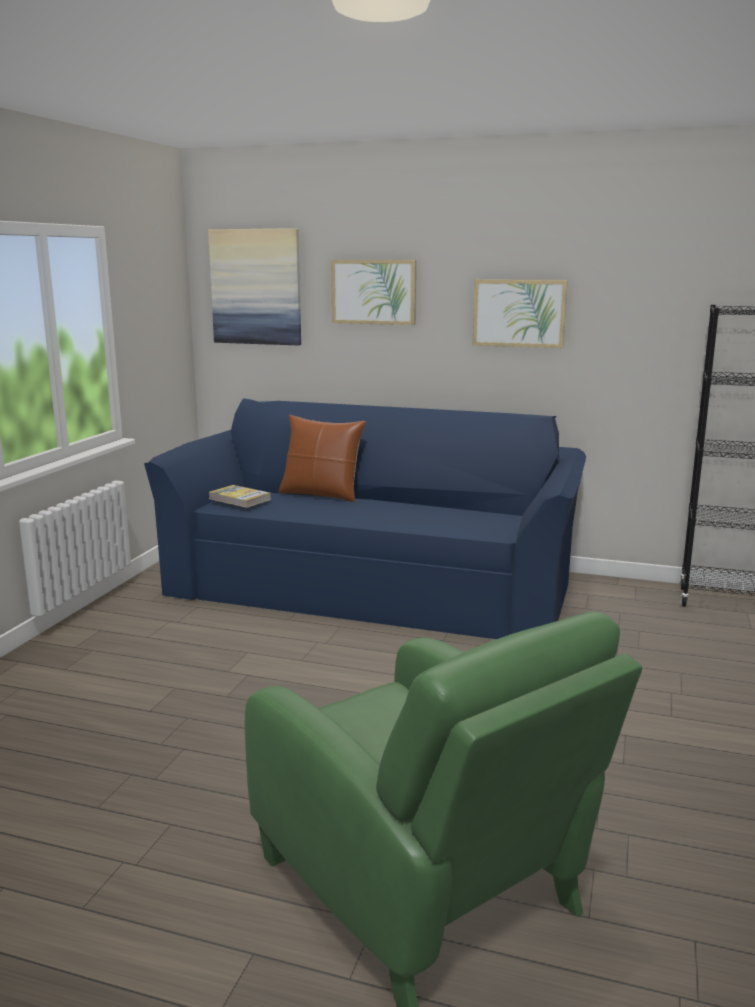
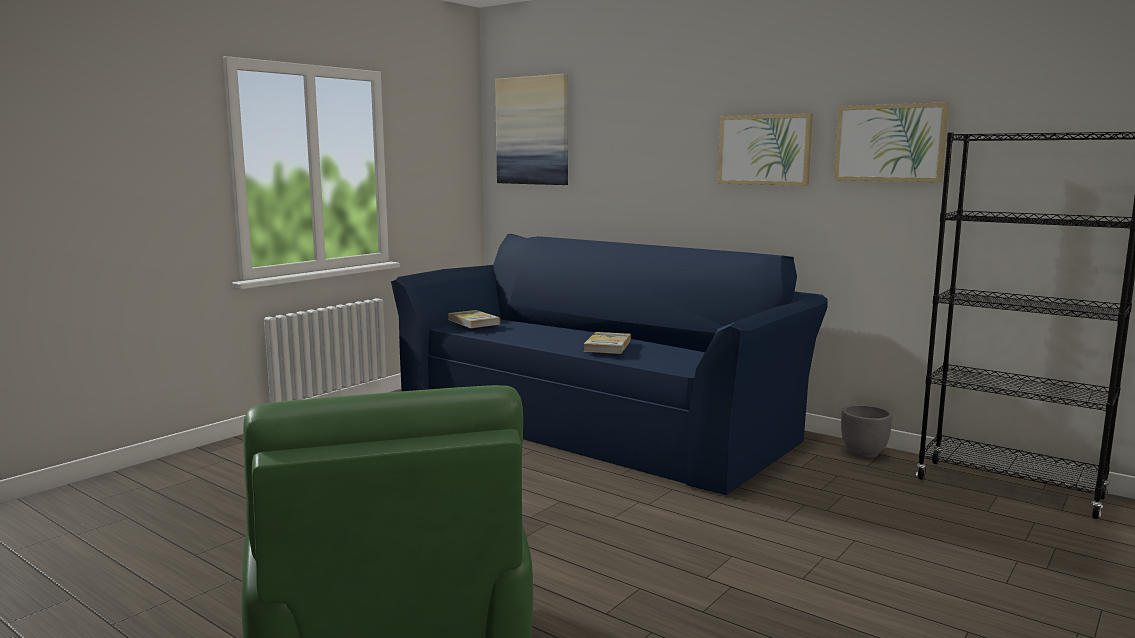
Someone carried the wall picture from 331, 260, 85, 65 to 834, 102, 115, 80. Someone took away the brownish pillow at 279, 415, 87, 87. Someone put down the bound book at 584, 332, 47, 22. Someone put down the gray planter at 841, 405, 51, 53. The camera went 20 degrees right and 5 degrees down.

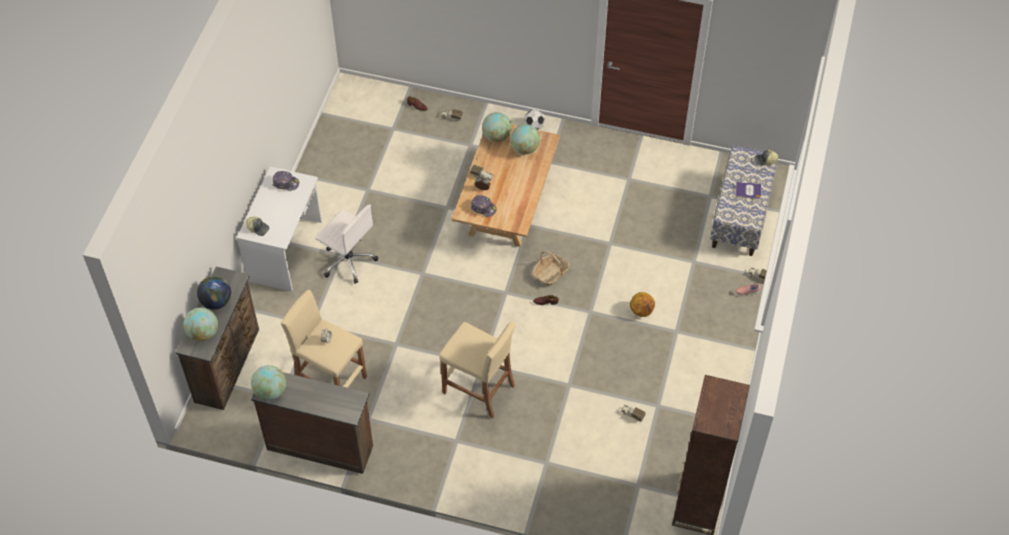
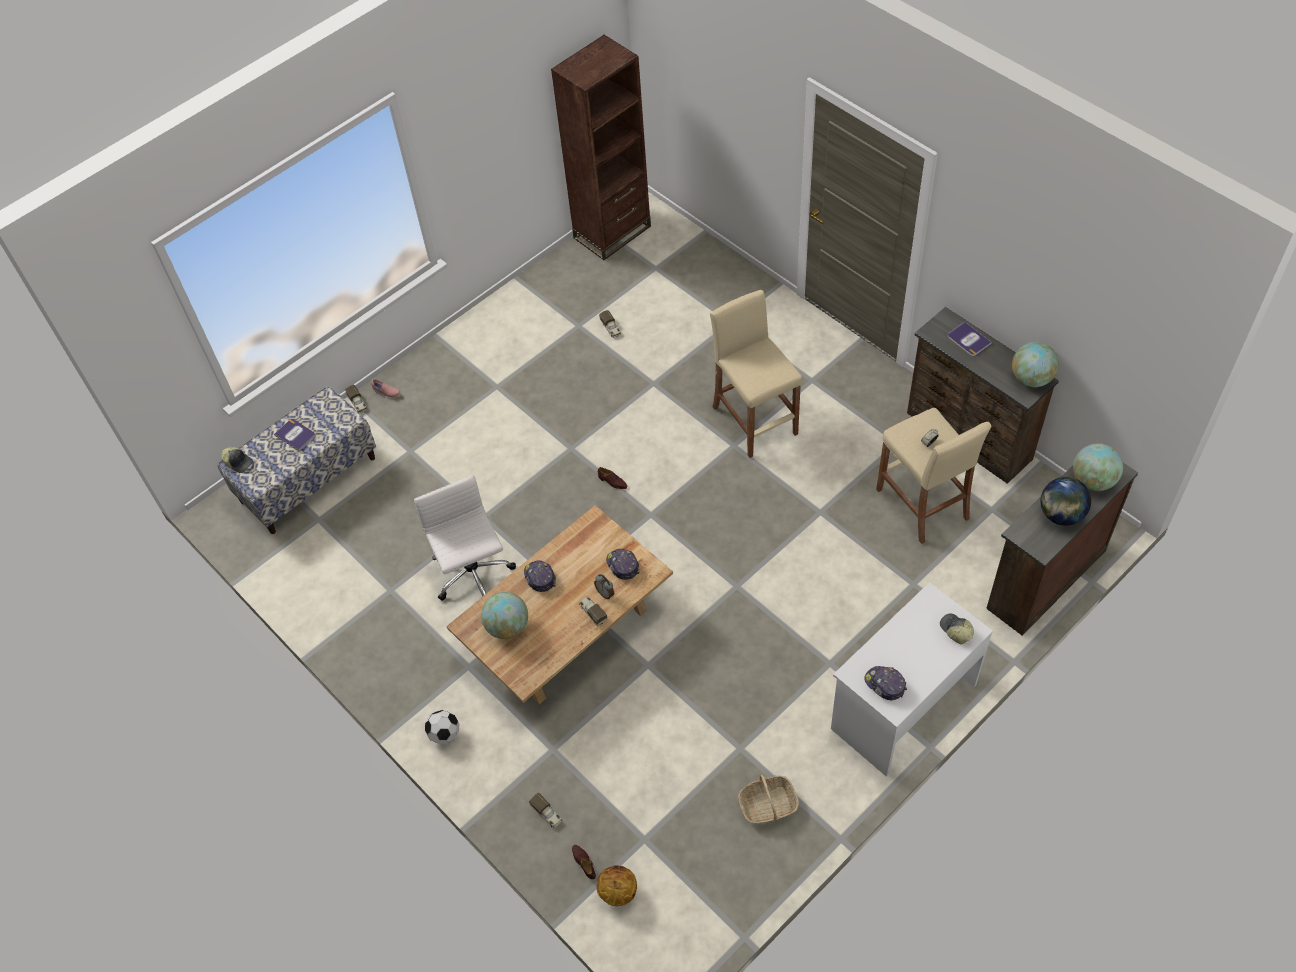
Someone took away the globe at 482, 112, 30, 30. Someone carried the whitish computer chair from 315, 205, 63, 79 to 414, 475, 102, 126. Someone carried the storage basket from 533, 251, 37, 36 to 738, 774, 61, 50. Someone carried the basketball ball from 630, 292, 25, 25 to 596, 865, 41, 41. Someone put down the bound book at 948, 322, 43, 34. Someone put down the baseball cap at 524, 560, 32, 32. The camera went 145 degrees left and 0 degrees up.

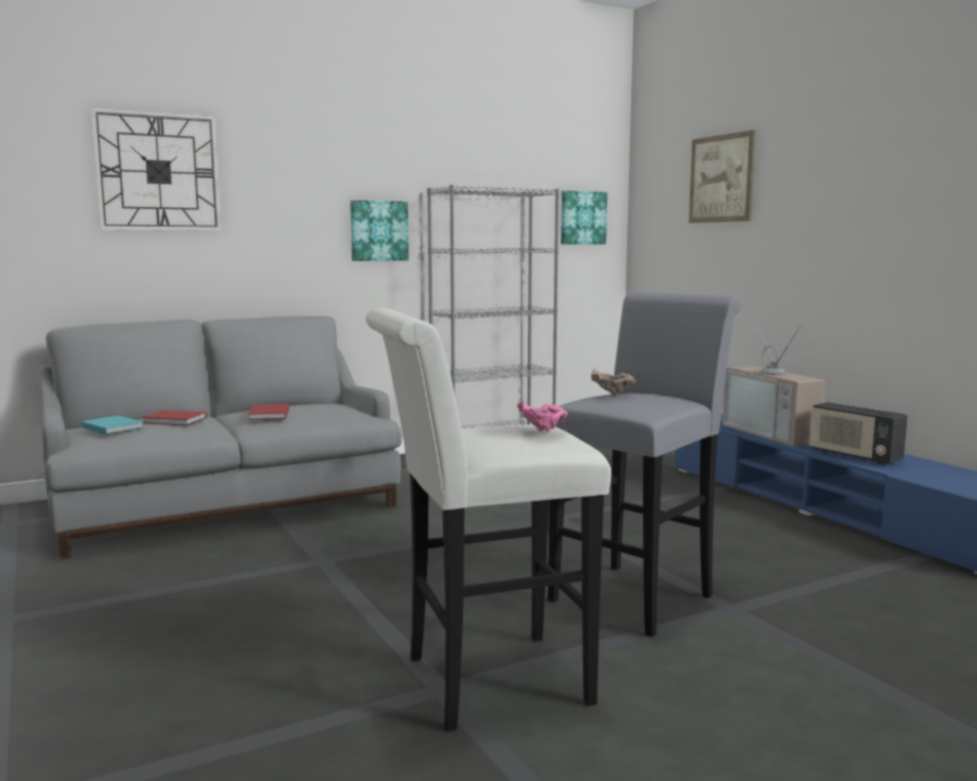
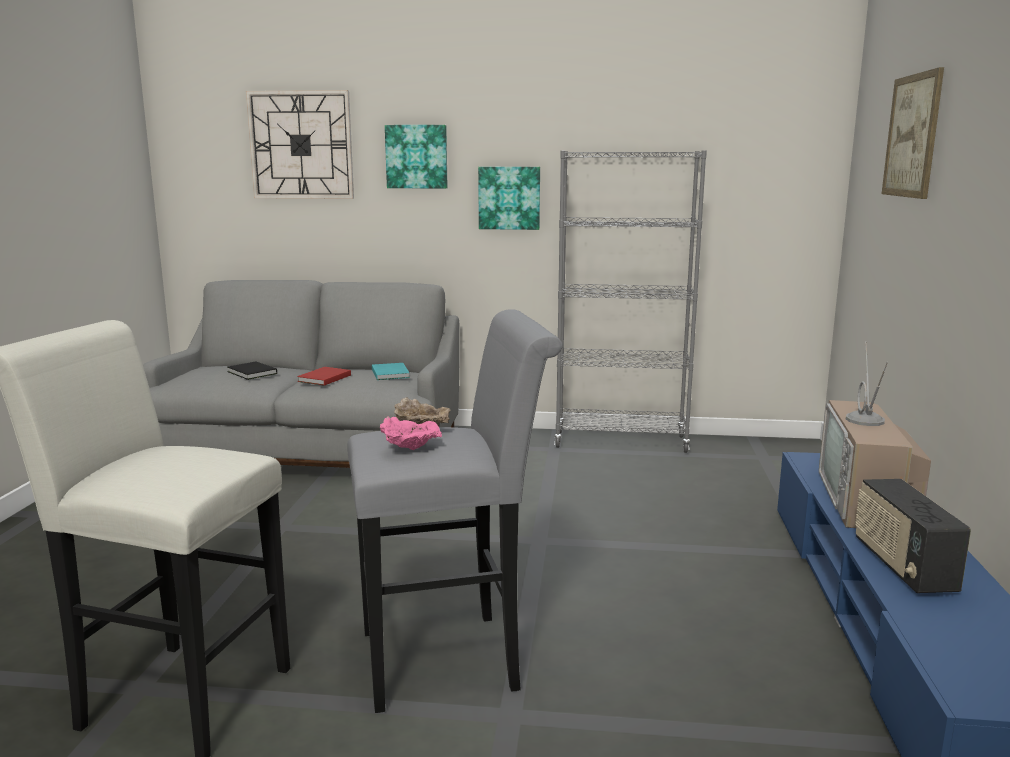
Someone carried the wall picture from 561, 191, 46, 53 to 385, 125, 63, 64. Someone carried the pink deep dish from 517, 401, 51, 31 to 380, 416, 62, 34. Someone repainted the red-coloured bound book at 142, 410, 65, 15, which became the black-coloured bound book at 227, 361, 50, 19. Someone carried the blue-green bound book from 82, 415, 62, 20 to 372, 363, 38, 17. The camera went 35 degrees right and 5 degrees up.

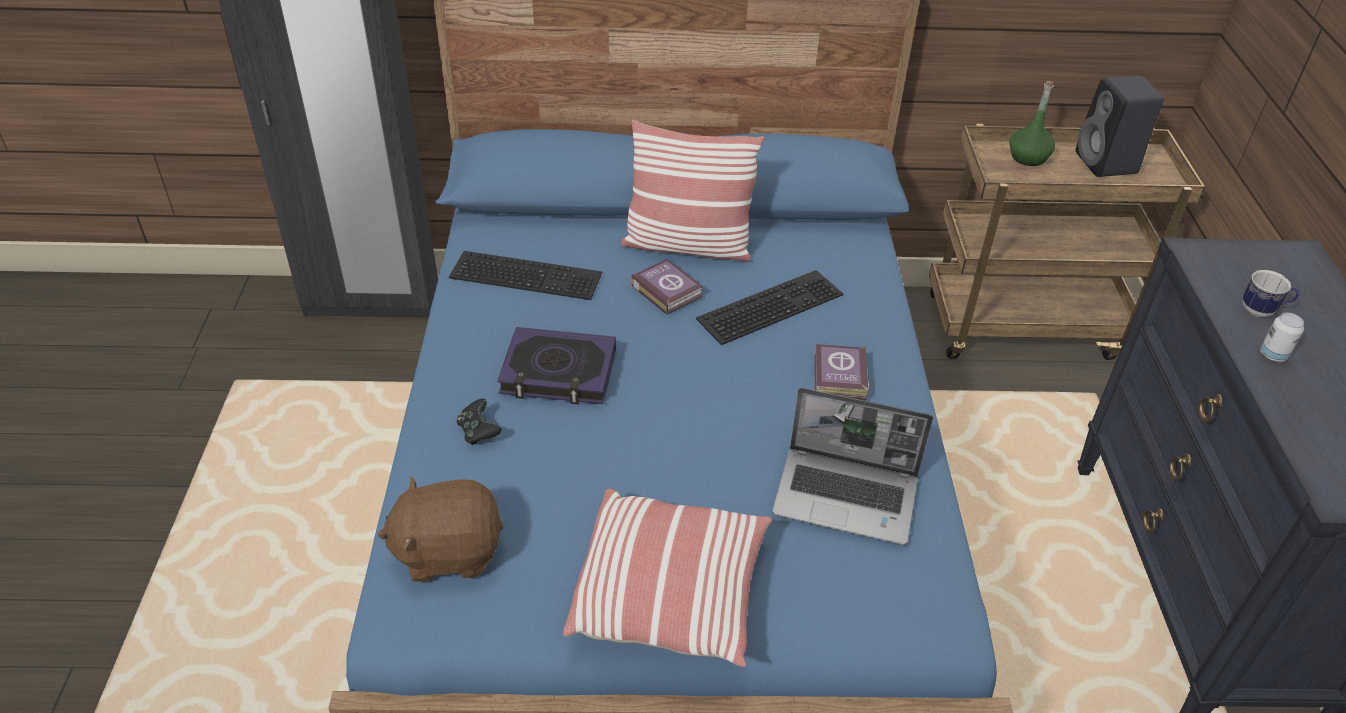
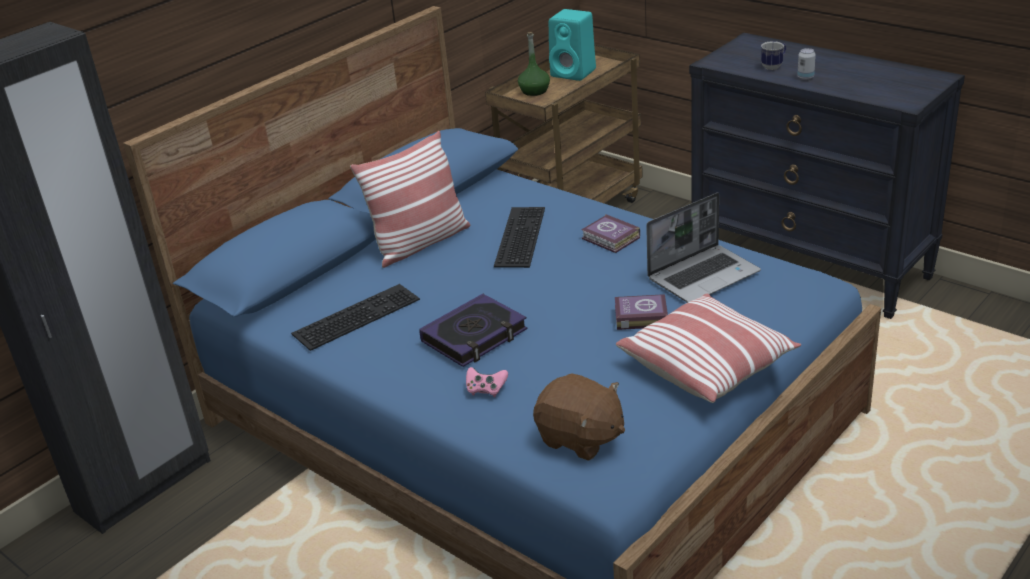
Someone repainted the black-coloured loudspeaker at 1076, 76, 88, 101, which became the blue-green loudspeaker at 549, 9, 47, 72. Someone carried the bound book from 631, 259, 72, 56 to 615, 294, 53, 36. Someone repainted the black-coloured gamepad at 457, 398, 45, 47, which became the pink gamepad at 466, 367, 42, 30. Someone rotated the brownish cuddly toy at 378, 476, 126, 106 by 90 degrees counterclockwise. The camera went 45 degrees left and 10 degrees down.

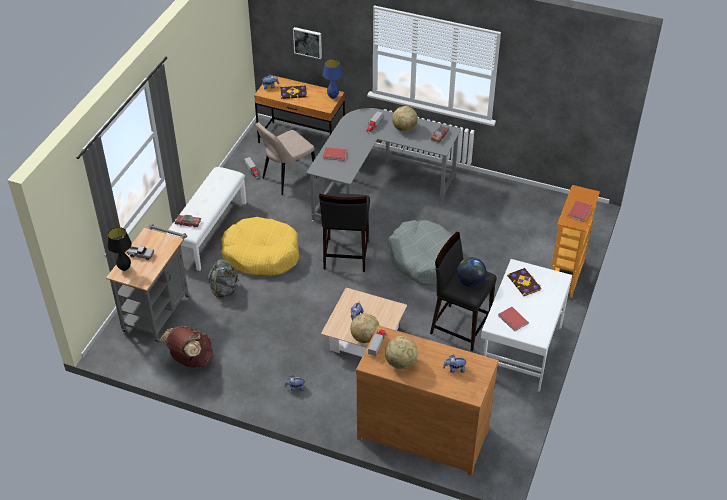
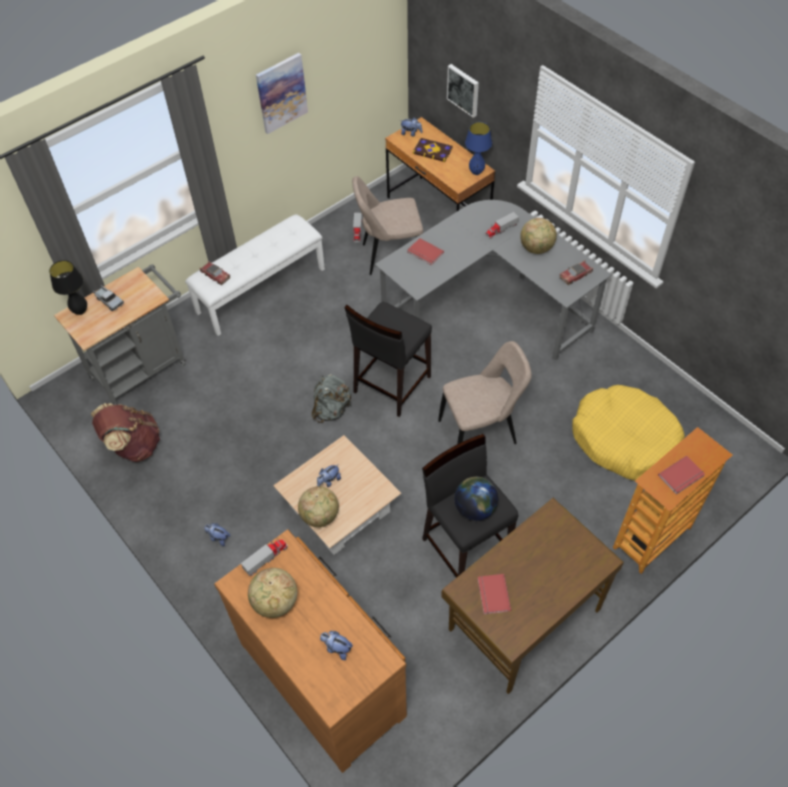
Someone carried the yellow-coloured dog cushion from 221, 217, 78, 58 to 572, 385, 113, 96. Someone swapped the gray dog cushion at 388, 220, 65, 65 for the beige-coloured upright chair at 438, 341, 94, 103. Someone carried the gray rucksack from 207, 259, 32, 40 to 312, 374, 39, 49. Someone repainted the whitish desk unit at 481, 259, 91, 133, which became the brownish desk unit at 441, 498, 183, 196. Someone took away the bound book at 507, 268, 34, 28. Someone put up the wall picture at 256, 53, 52, 81. The camera went 30 degrees right and 10 degrees up.

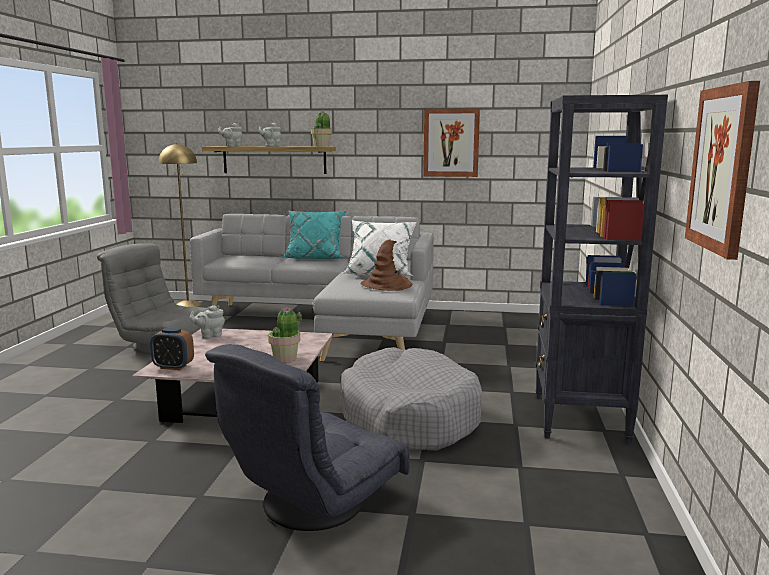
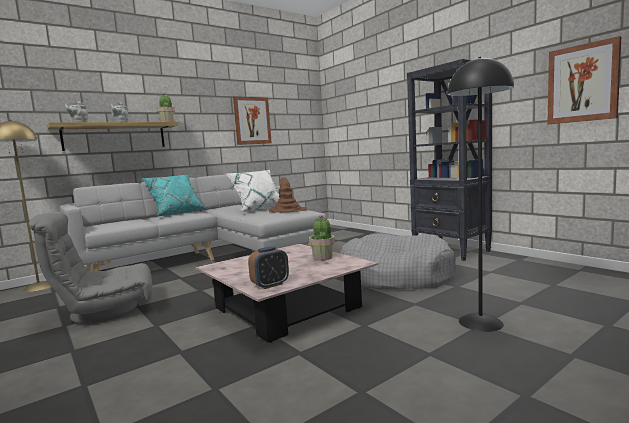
Someone took away the gray teapot at 190, 305, 35, 33. Someone swapped the gray armchair at 205, 344, 205, 187 for the black-coloured floor lamp at 447, 57, 67, 275. The camera went 45 degrees left and 5 degrees down.

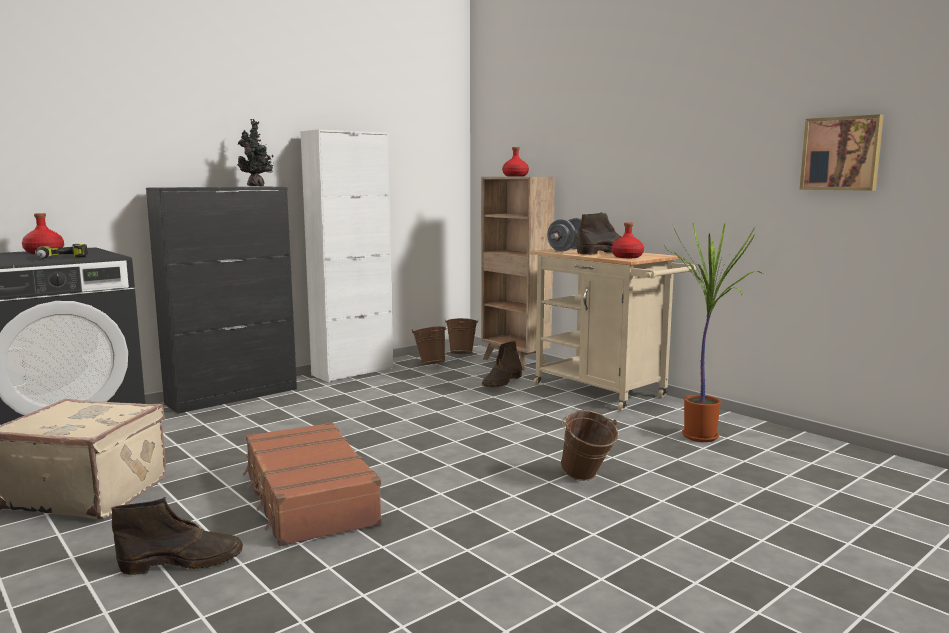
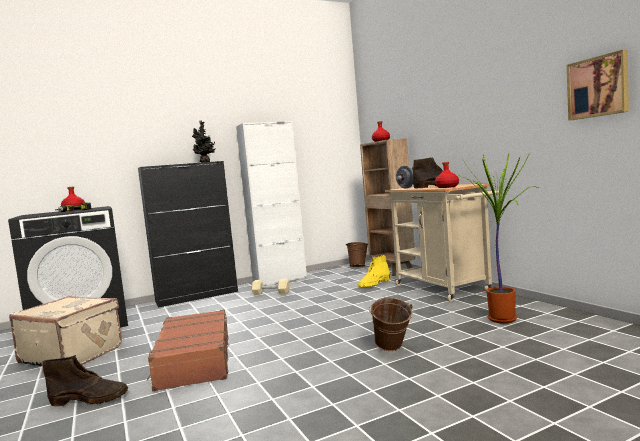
Someone took away the brownish bucket at 412, 326, 35, 39. Someone repainted the brownish high-top boot at 482, 341, 40, 46, which became the yellow-coloured high-top boot at 358, 255, 32, 32. Someone put down the beige-coloured dumbbell at 251, 279, 39, 16. The camera went 15 degrees right and 5 degrees down.

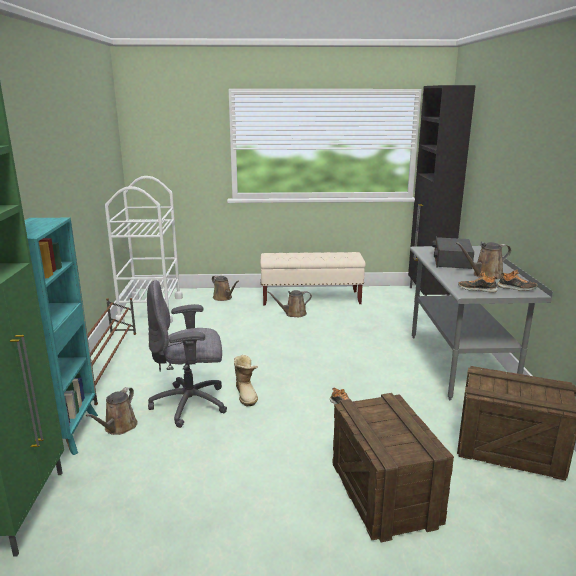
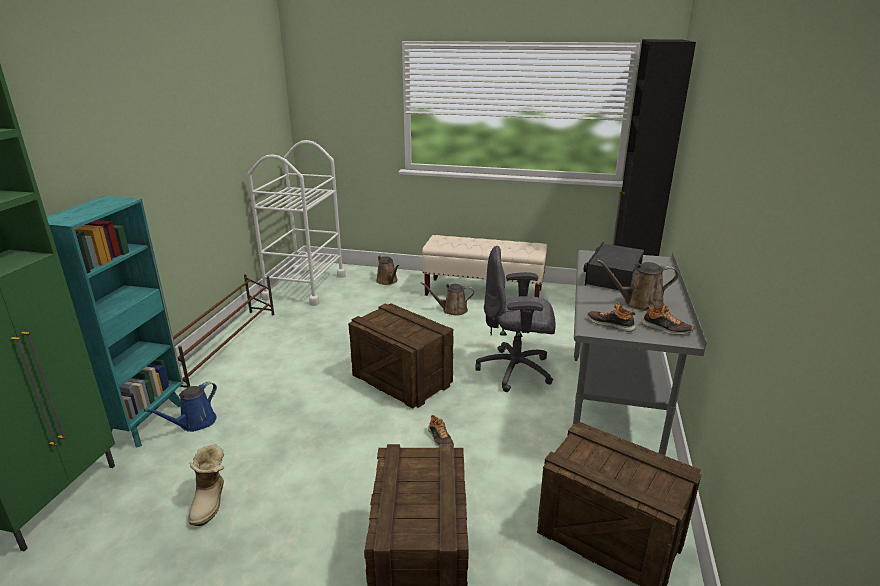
Someone carried the gray computer chair from 147, 280, 80, 148 to 475, 246, 81, 146. Someone carried the high-top boot from 234, 355, 24, 51 to 188, 444, 36, 82. Someone repainted the brownish watering pot at 86, 387, 52, 48, which became the blue-coloured watering pot at 144, 382, 73, 50. Someone put down the packing crate at 348, 303, 105, 106. The camera went 15 degrees right and 5 degrees up.

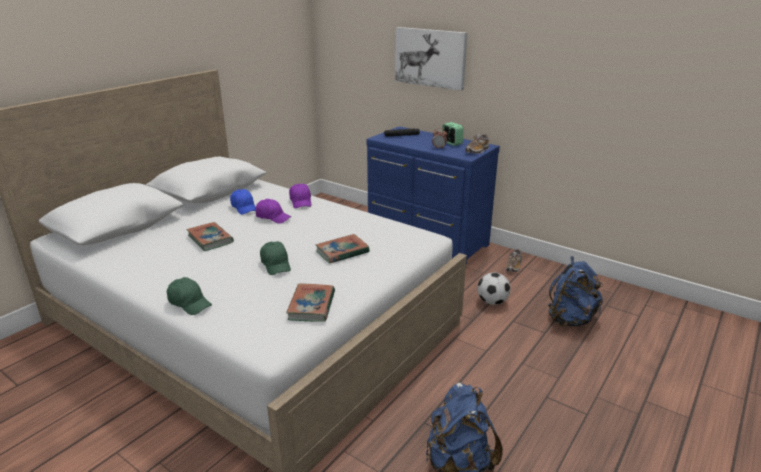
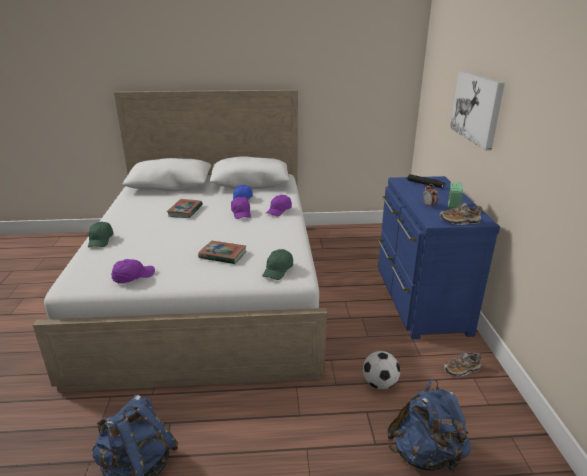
Someone carried the green baseball cap from 260, 241, 31, 34 to 262, 249, 31, 31. Someone swapped the bound book at 286, 283, 49, 39 for the purple-coloured baseball cap at 111, 259, 44, 25. The camera went 50 degrees right and 0 degrees up.

